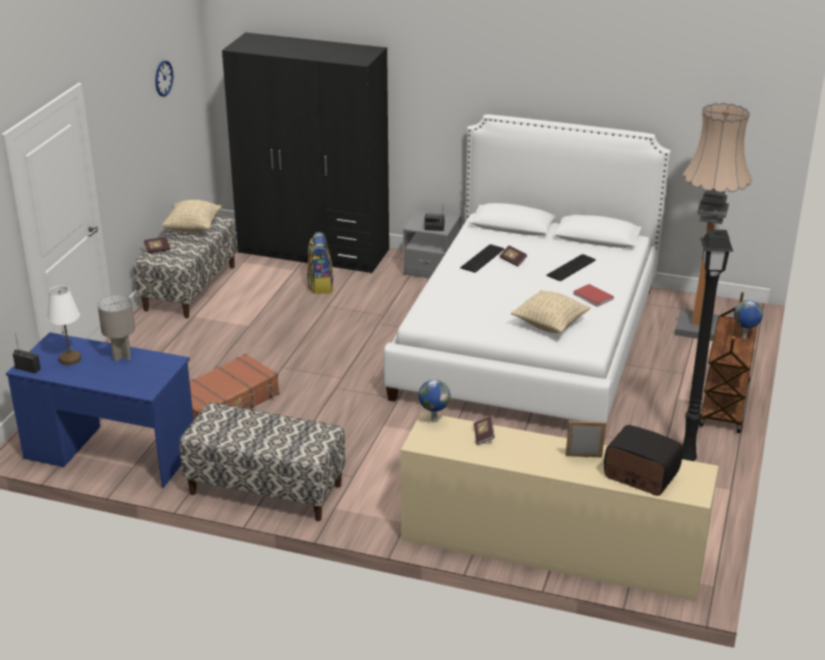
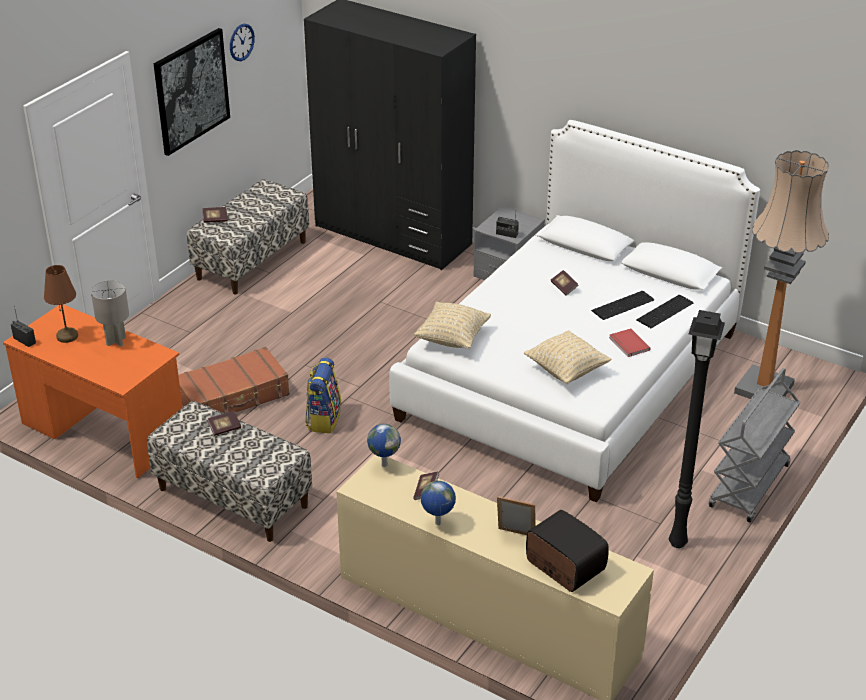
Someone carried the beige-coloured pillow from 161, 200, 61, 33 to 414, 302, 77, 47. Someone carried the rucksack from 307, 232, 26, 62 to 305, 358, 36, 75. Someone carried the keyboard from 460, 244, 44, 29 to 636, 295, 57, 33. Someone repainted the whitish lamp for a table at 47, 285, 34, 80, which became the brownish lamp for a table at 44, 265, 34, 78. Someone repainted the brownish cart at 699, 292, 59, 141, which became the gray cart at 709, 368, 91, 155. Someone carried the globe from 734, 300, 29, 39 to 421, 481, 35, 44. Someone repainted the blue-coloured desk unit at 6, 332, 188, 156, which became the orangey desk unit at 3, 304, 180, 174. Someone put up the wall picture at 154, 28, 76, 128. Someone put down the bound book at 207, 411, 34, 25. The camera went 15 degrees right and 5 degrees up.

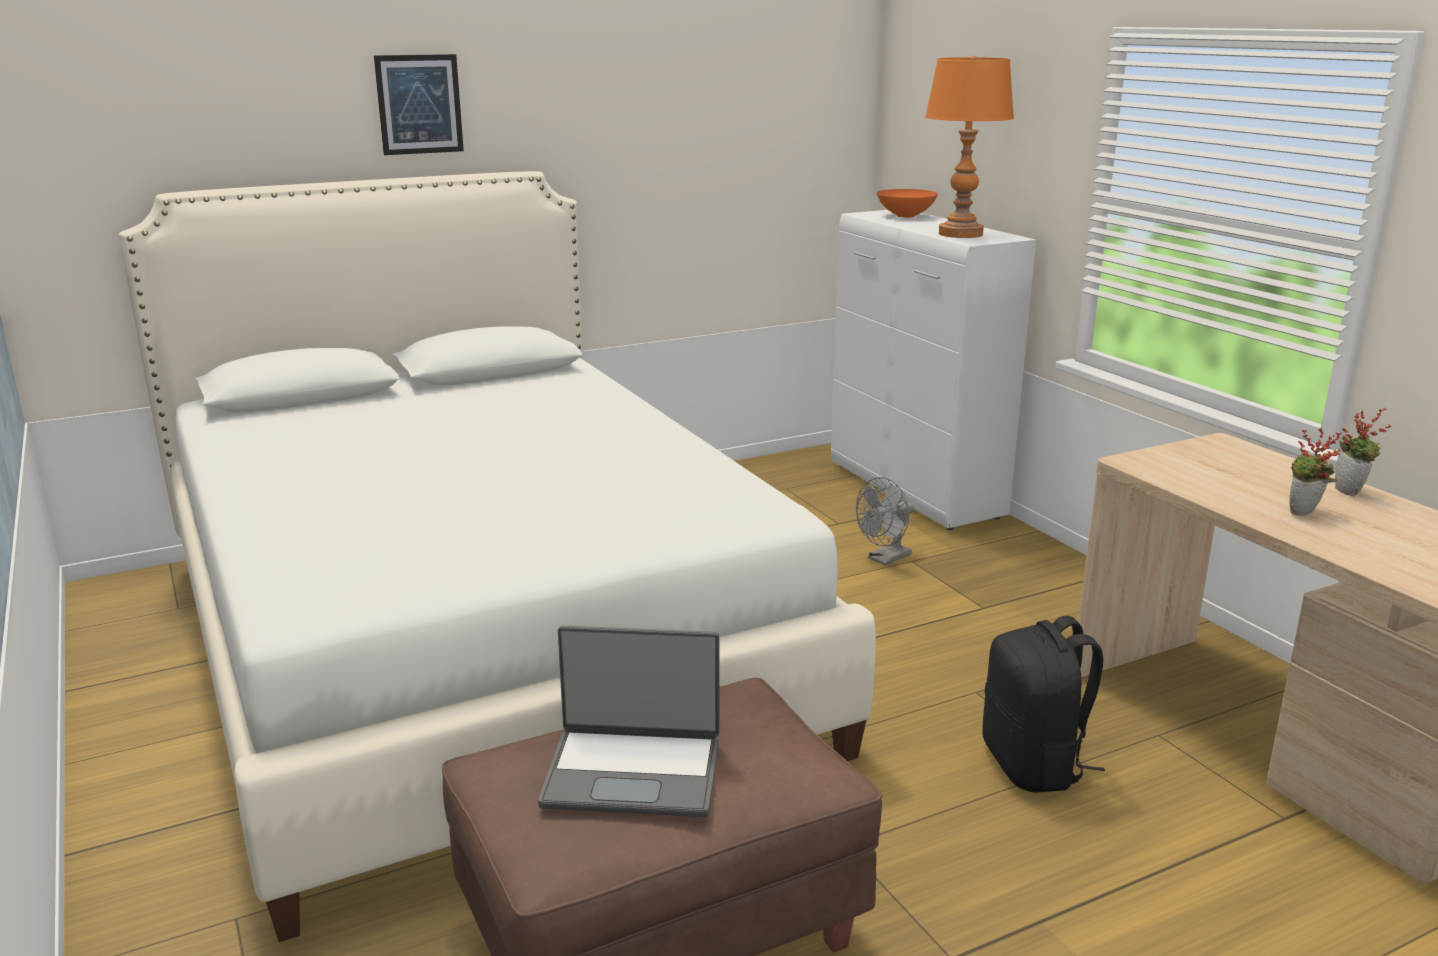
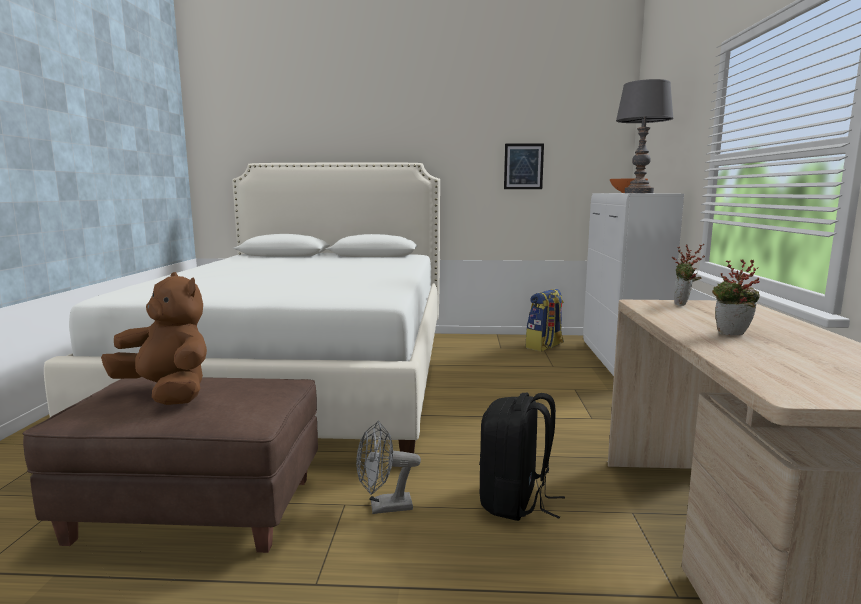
Someone carried the wall picture from 374, 54, 90, 101 to 504, 143, 40, 46. Someone repainted the orangey lamp for a table at 925, 56, 89, 182, which became the gray lamp for a table at 616, 79, 58, 114. Someone carried the potted plant from 1335, 407, 56, 90 to 672, 244, 33, 62. Someone carried the gray cooling fan from 856, 477, 58, 88 to 356, 421, 65, 93. Someone swapped the laptop at 538, 625, 182, 192 for the brownish cuddly toy at 101, 272, 106, 133. Someone put down the rucksack at 526, 289, 38, 63. The camera went 30 degrees right and 10 degrees down.

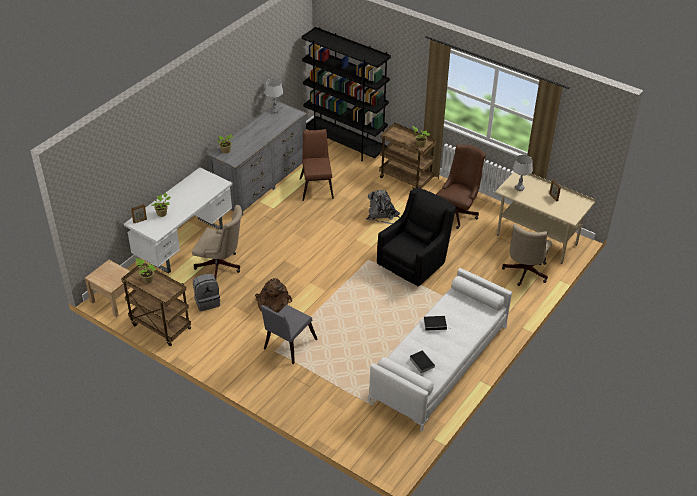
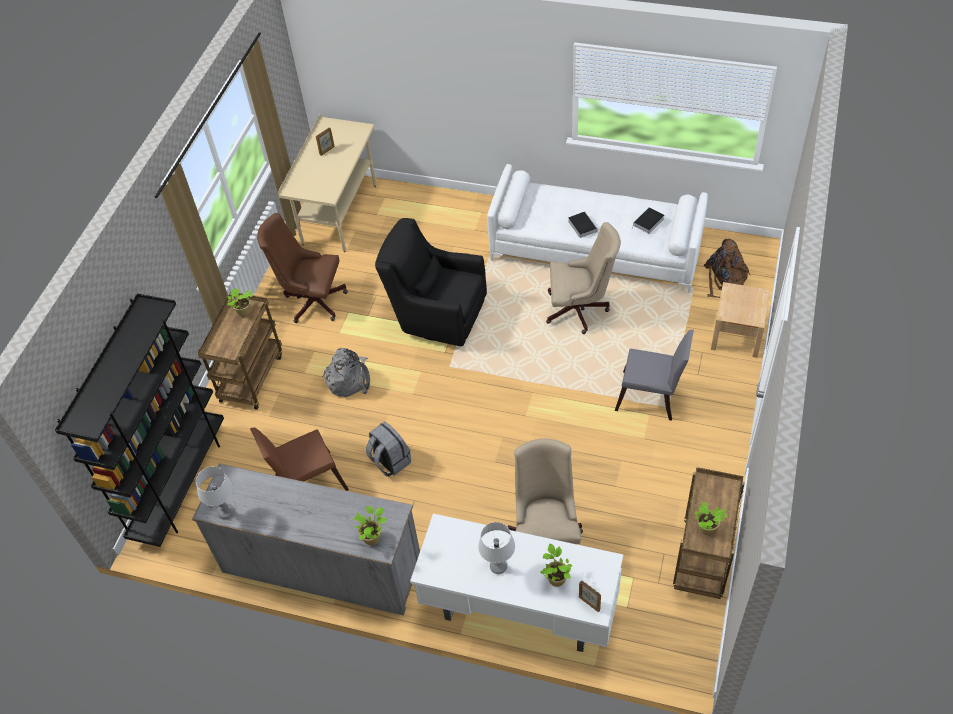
Someone carried the gray lamp for a table from 513, 155, 20, 36 to 478, 522, 37, 52. Someone carried the beige-coloured computer chair from 502, 224, 50, 62 to 546, 222, 75, 112. Someone carried the beige-coloured nightstand from 85, 260, 49, 57 to 711, 282, 59, 76. Someone carried the gray rucksack from 193, 273, 27, 38 to 366, 421, 45, 56. Someone carried the brownish rucksack from 255, 278, 37, 35 to 703, 239, 48, 59. The camera went 105 degrees left and 10 degrees up.

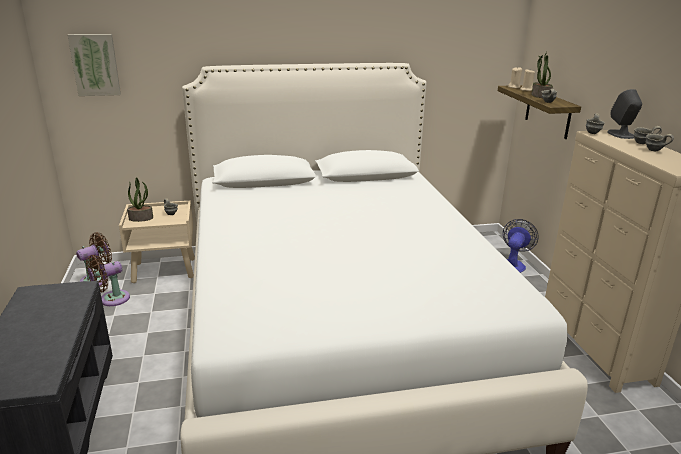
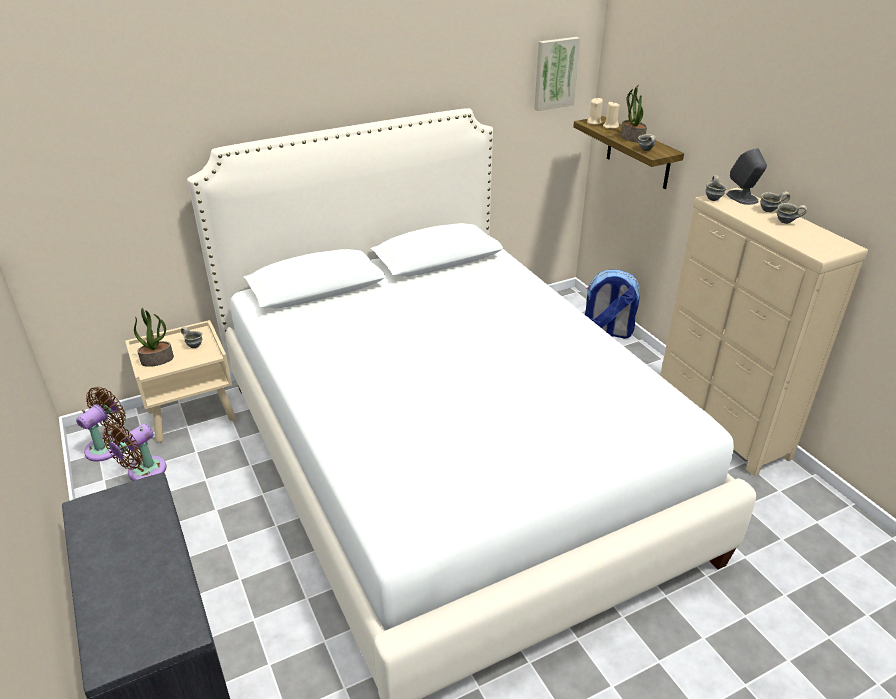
Someone carried the wall picture from 68, 34, 53, 62 to 534, 37, 46, 74. Someone swapped the cooling fan at 503, 219, 36, 54 for the rucksack at 585, 269, 55, 69. The camera went 15 degrees left and 10 degrees up.

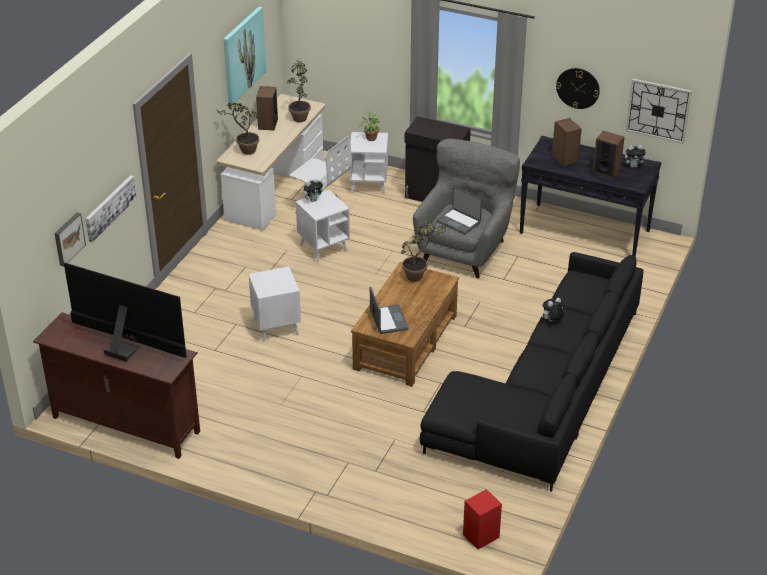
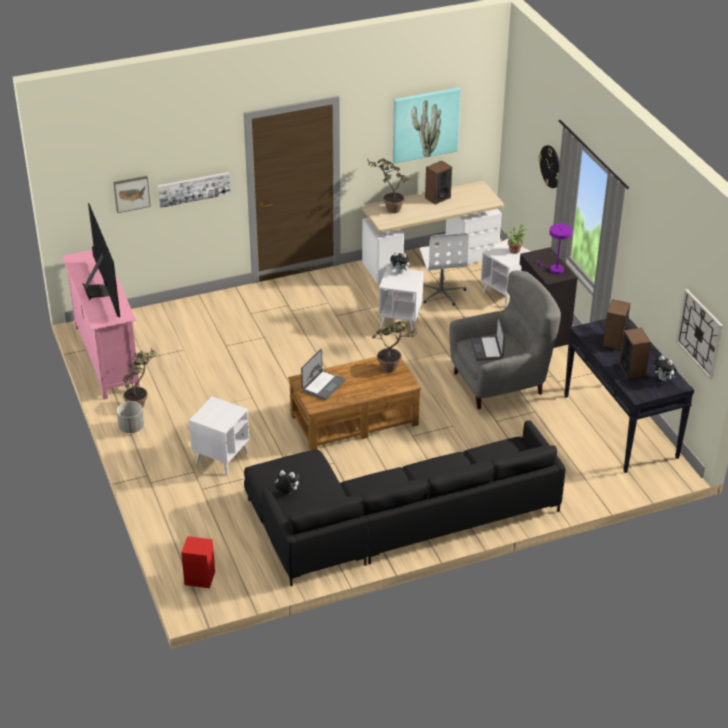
Someone carried the potted plant from 287, 57, 24, 65 to 123, 348, 34, 60. Someone carried the wall clock from 556, 68, 44, 41 to 539, 145, 21, 43. Someone carried the whitish end table from 248, 266, 53, 76 to 189, 397, 60, 78. Someone carried the cuddly toy from 542, 298, 22, 23 to 274, 469, 25, 25. Someone repainted the brownish tv stand at 33, 312, 167, 147, which became the pink tv stand at 62, 250, 78, 149. Someone put down the purple-coloured lamp for a table at 536, 224, 36, 50. Someone put down the gray planter at 117, 401, 27, 32. The camera went 45 degrees right and 0 degrees up.

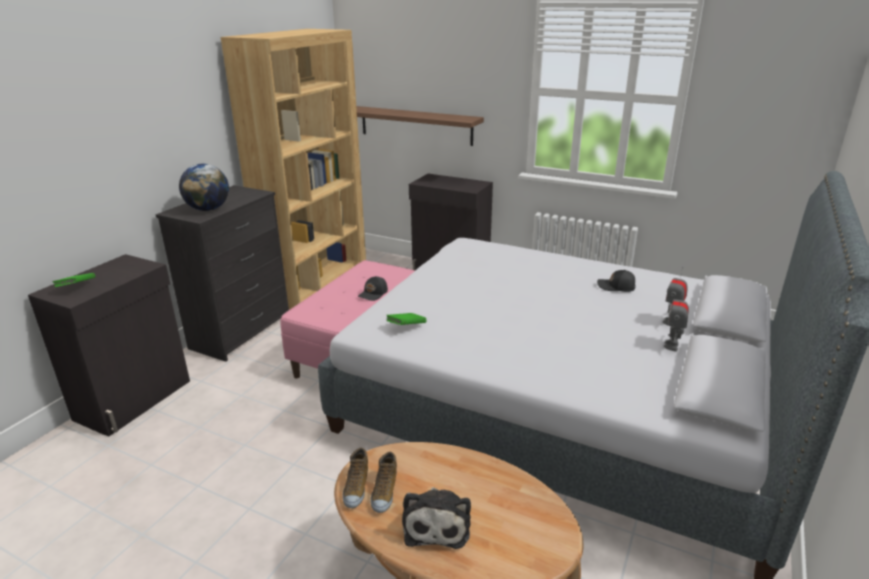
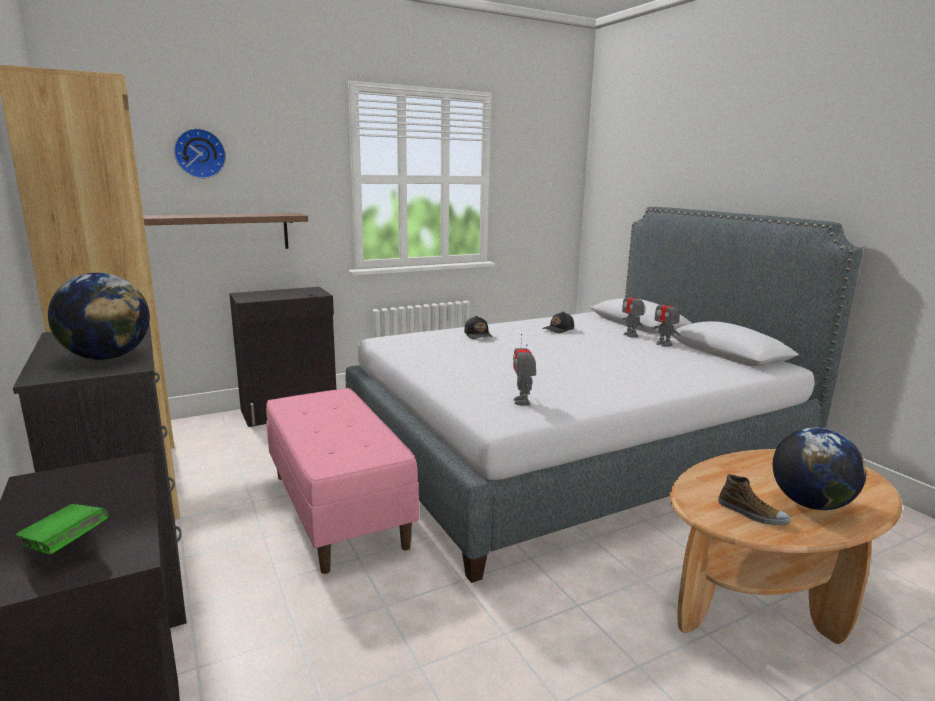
Someone carried the black-coloured baseball cap from 358, 276, 30, 25 to 464, 316, 28, 23. Someone swapped the green bound book at 386, 313, 40, 12 for the toy robot at 513, 334, 23, 72. Someone took away the item of footwear at 342, 448, 26, 60. Someone swapped the cuddly toy at 402, 487, 69, 62 for the globe at 773, 428, 93, 82. Someone put up the wall clock at 174, 128, 52, 51. The camera went 55 degrees left and 10 degrees down.

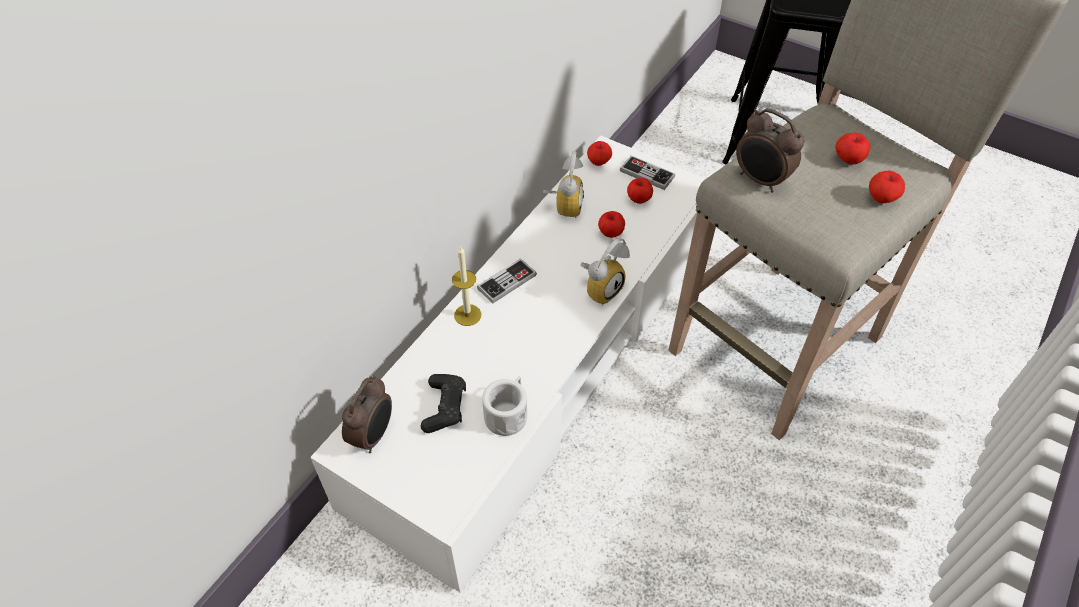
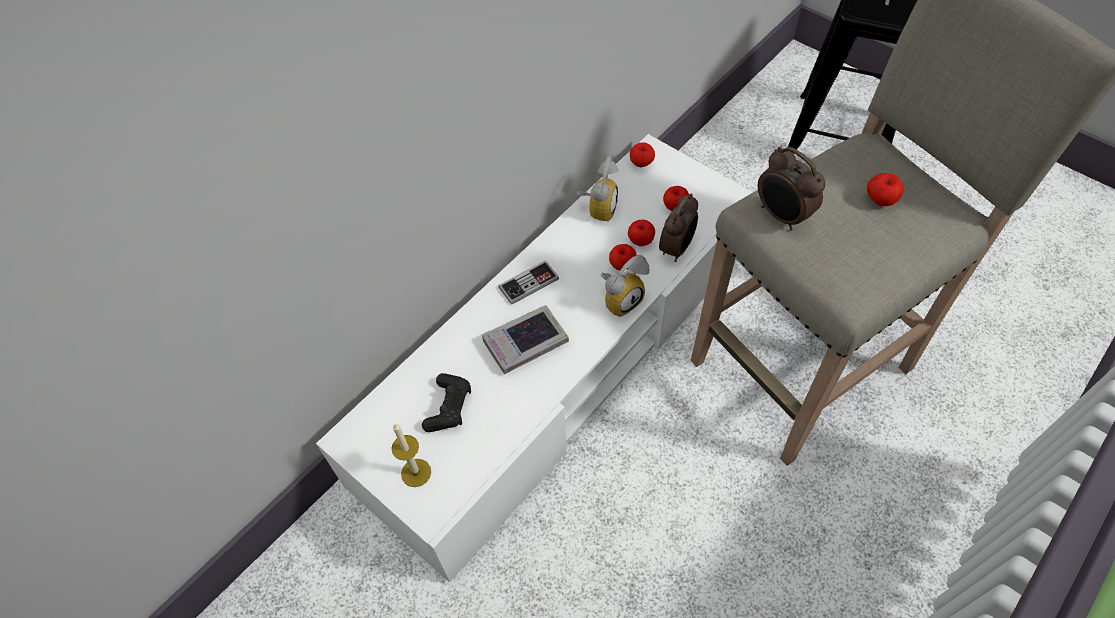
Someone took away the gamepad at 620, 155, 55, 35. Someone carried the apple fruit from 869, 171, 36, 32 to 609, 244, 28, 26. Someone carried the candle from 452, 246, 30, 80 to 392, 424, 39, 63. Someone carried the table clock from 342, 375, 50, 78 to 659, 193, 39, 69. Someone took away the whitish coffee mug at 482, 376, 45, 60. Someone put down the bound book at 482, 305, 87, 69. The camera went 10 degrees right and 5 degrees up.

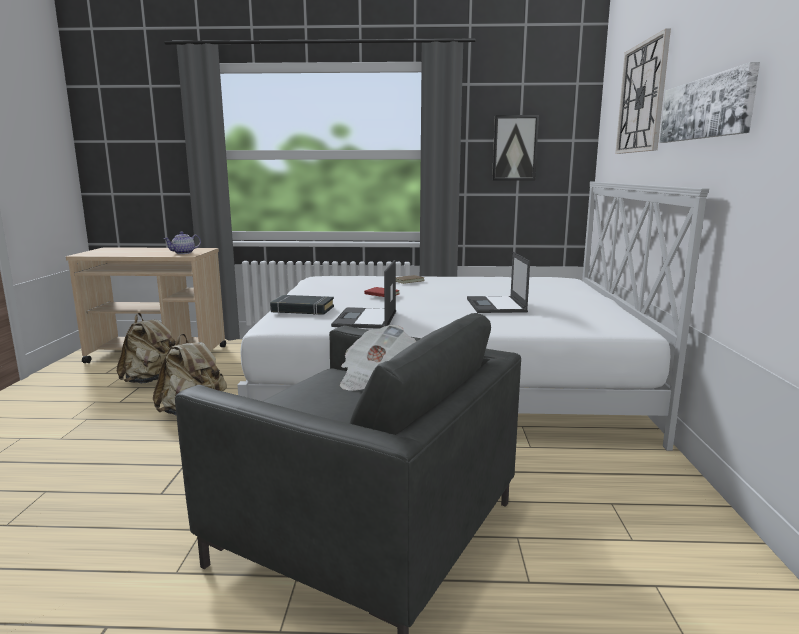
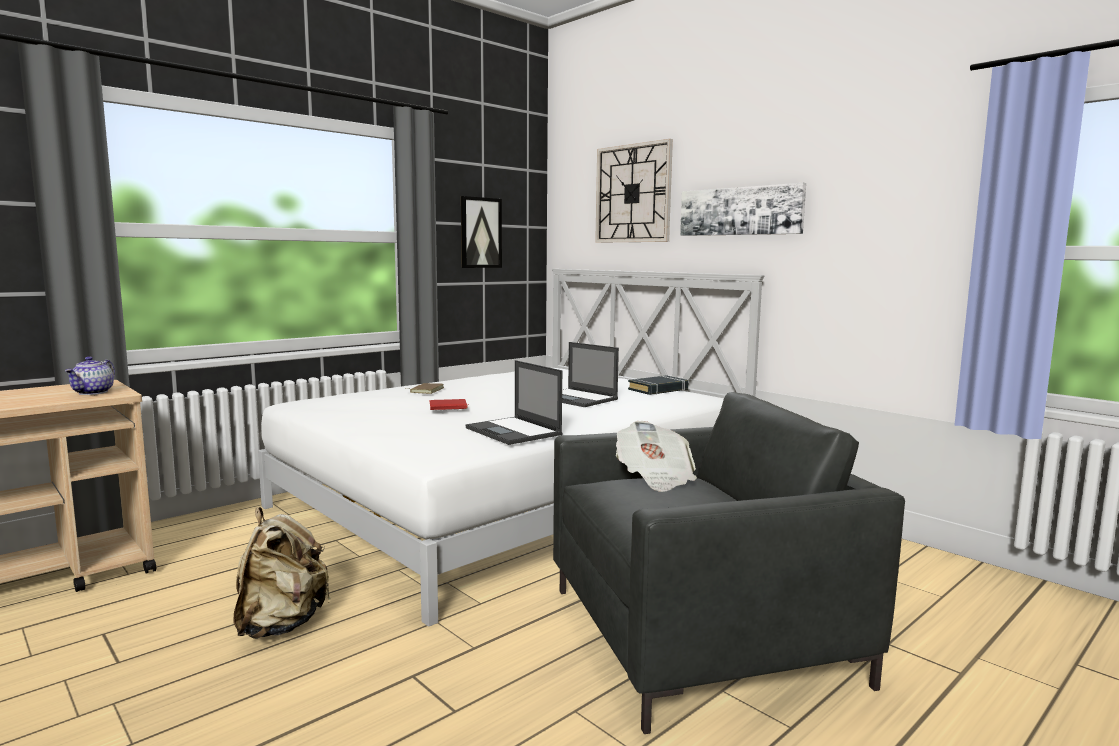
Someone carried the black-coloured bound book from 270, 295, 64, 20 to 628, 375, 61, 20. Someone took away the beige-coloured rucksack at 116, 313, 60, 71. The camera went 45 degrees left and 5 degrees down.

